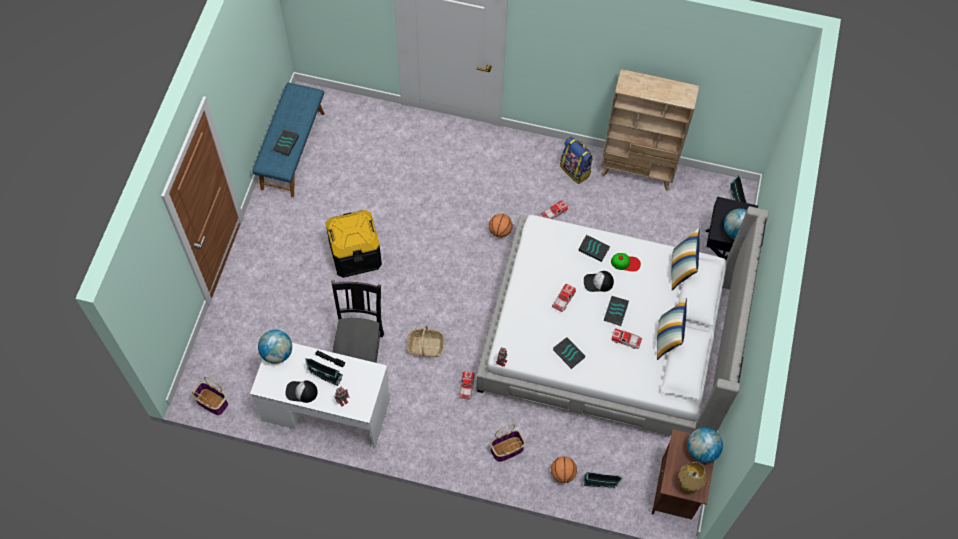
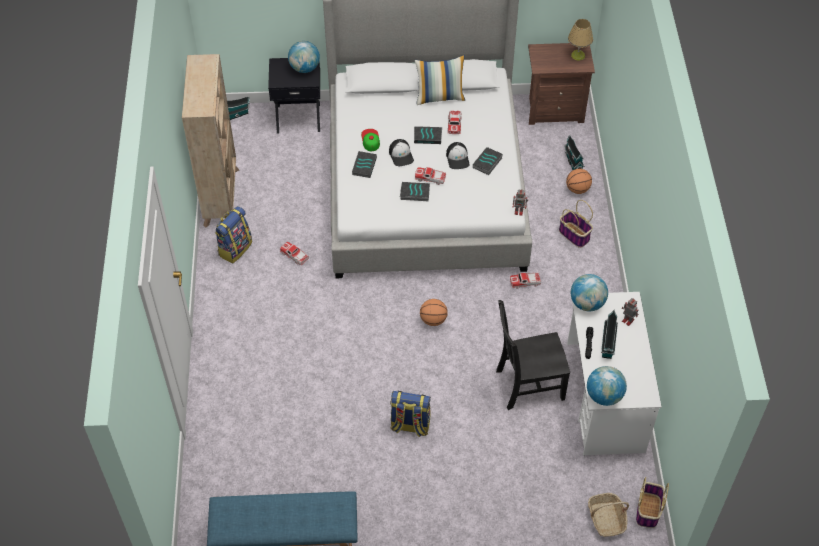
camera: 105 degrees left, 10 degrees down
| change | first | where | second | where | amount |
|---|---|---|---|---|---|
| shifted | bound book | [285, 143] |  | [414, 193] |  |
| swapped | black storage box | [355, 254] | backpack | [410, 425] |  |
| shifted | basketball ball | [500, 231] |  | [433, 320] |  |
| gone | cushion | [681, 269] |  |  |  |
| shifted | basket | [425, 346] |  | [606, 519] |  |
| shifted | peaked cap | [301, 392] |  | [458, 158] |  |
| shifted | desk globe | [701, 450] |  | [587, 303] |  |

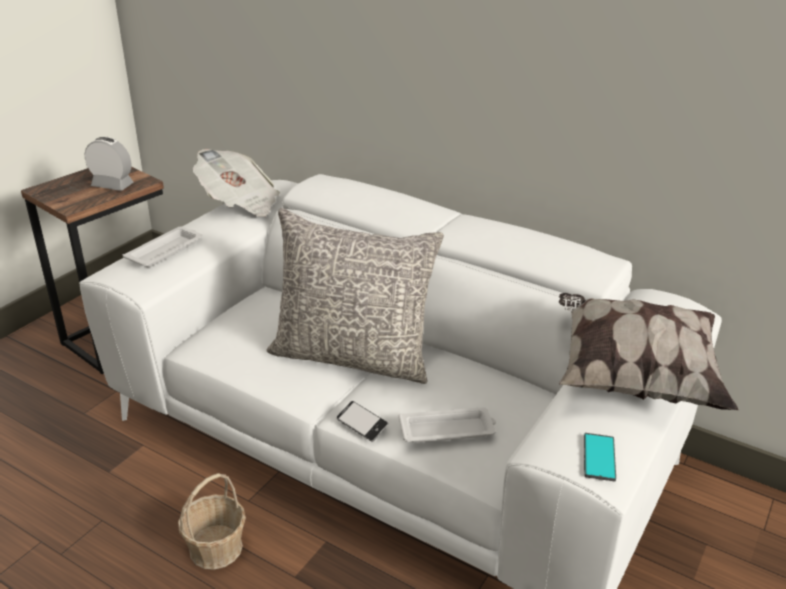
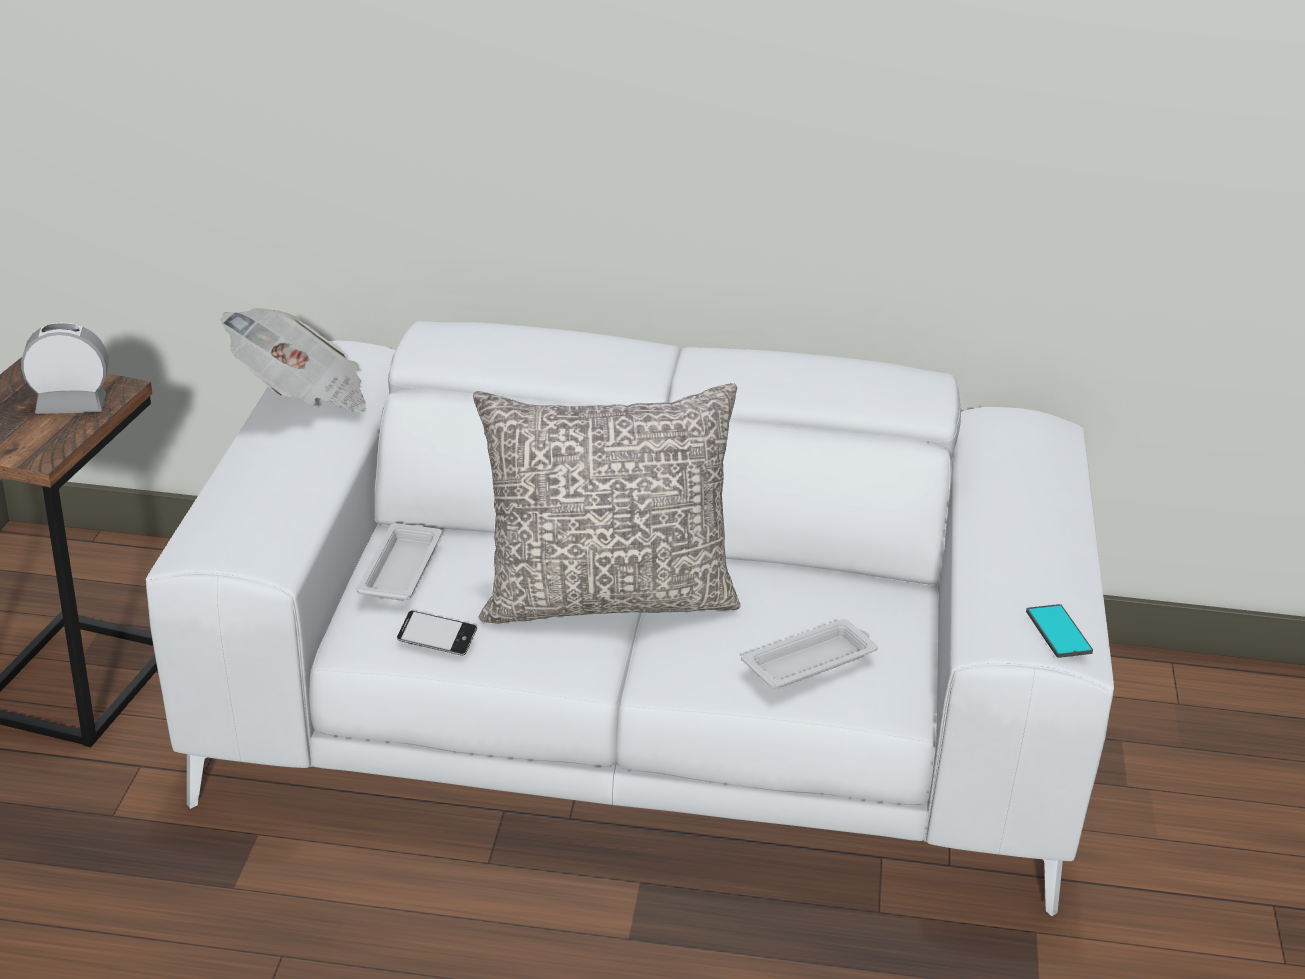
camera: 25 degrees left, 0 degrees up
| change | first | where | second | where | amount |
|---|---|---|---|---|---|
| shifted | white serving tray | [165, 251] |  | [401, 568] |  |
| gone | cushion | [633, 376] |  |  |  |
| shifted | handset | [362, 424] |  | [437, 639] |  |
| gone | basket | [216, 548] |  |  |  |

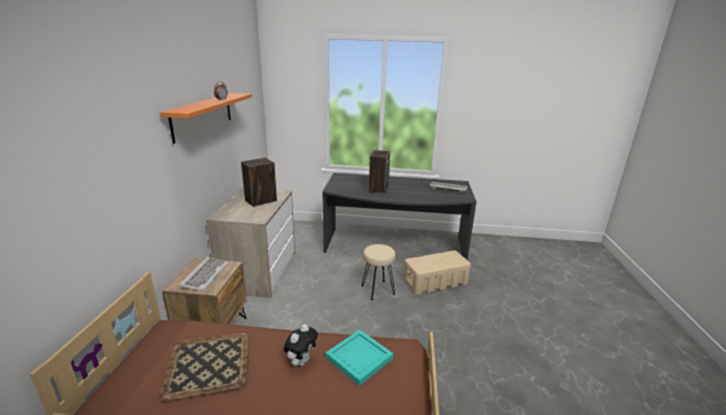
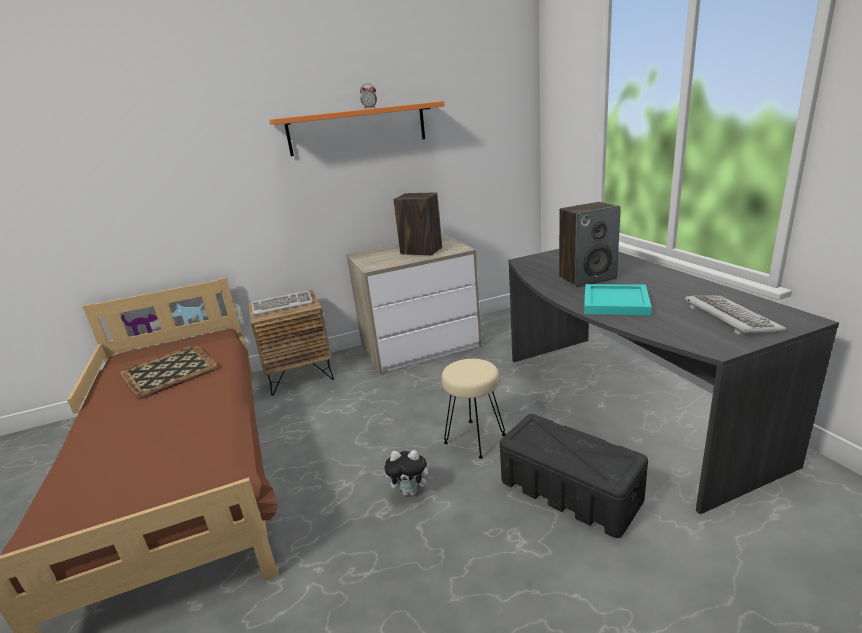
camera: 65 degrees right, 0 degrees up
| change | first | where | second | where | amount |
|---|---|---|---|---|---|
| repainted | sand-coloured storage box | [434, 282] | black storage box | [568, 490] |  |
| shifted | cuddly toy | [301, 361] |  | [411, 491] |  |
| shifted | turquoise serving tray | [359, 357] |  | [616, 302] |  |

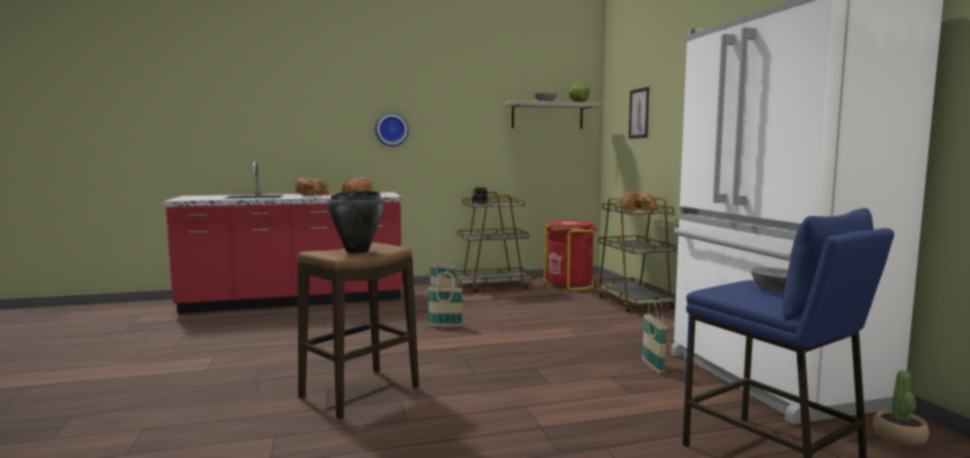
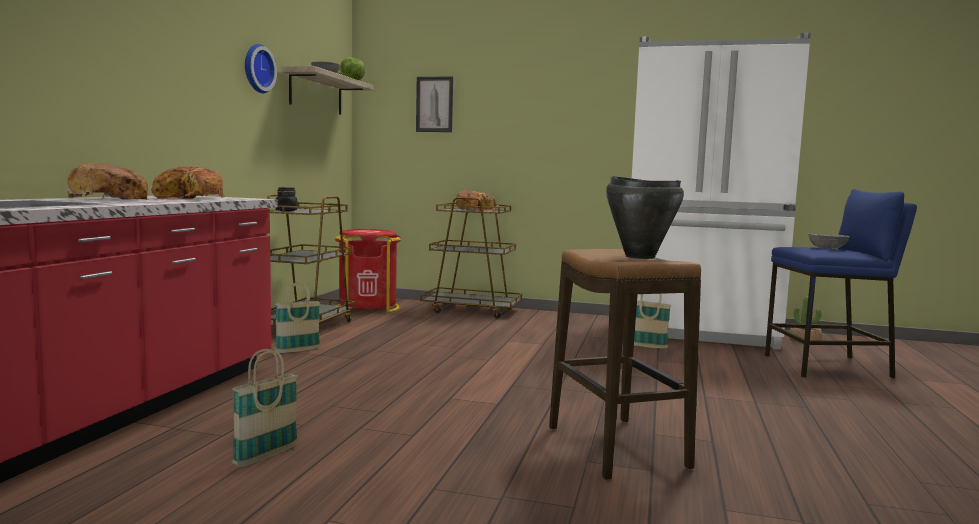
camera: 60 degrees left, 0 degrees up
| change | first | where | second | where | amount |
|---|---|---|---|---|---|
| shifted | clock on the wall | [391, 129] |  | [256, 68] |  |
| shifted | basket | [445, 326] |  | [266, 456] |  |

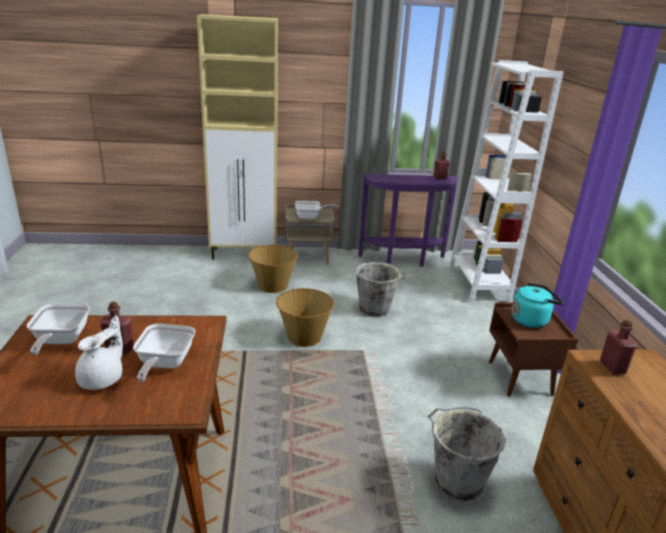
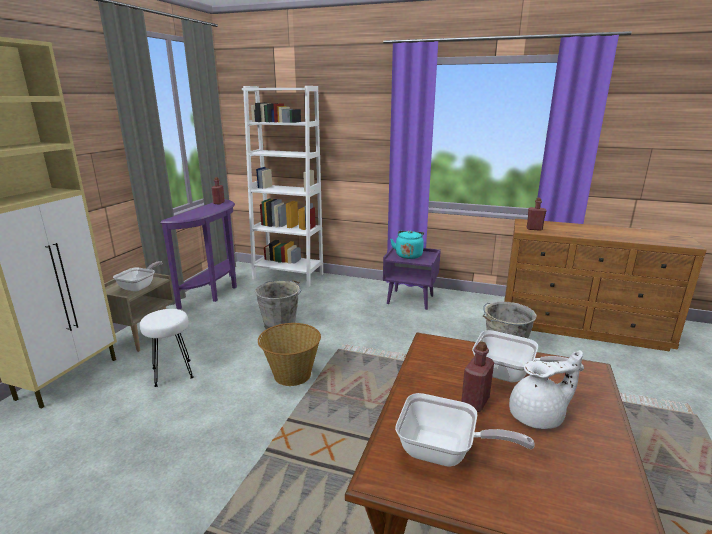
camera: 65 degrees left, 5 degrees down
| change | first | where | second | where | amount |
|---|---|---|---|---|---|
| swapped | basket | [273, 285] | white stool seat | [173, 372] |  |
| repainted | brown-coloured nightstand | [521, 378] | purple-coloured nightstand | [411, 299] |  |
| rotated | white pot for tea | [103, 379] |  | [538, 417] | 120 degrees clockwise |

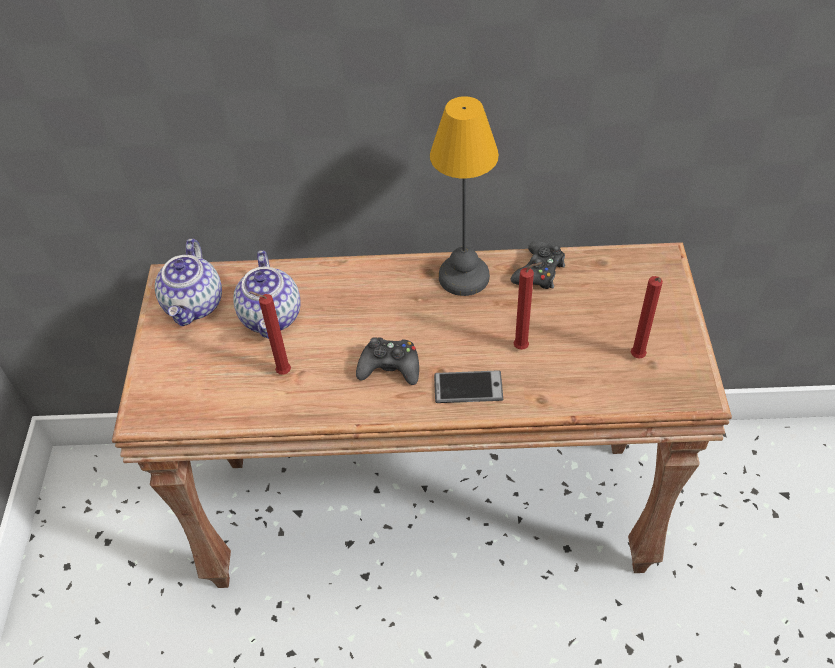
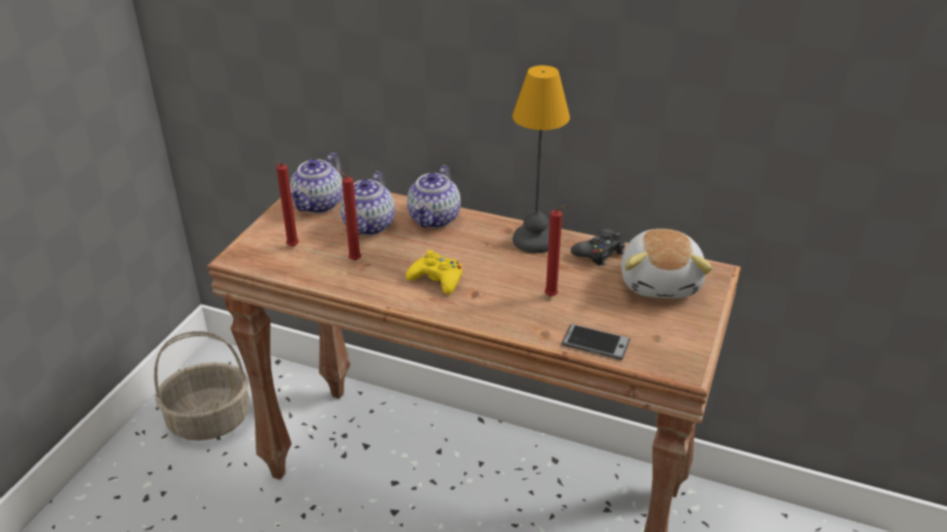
camera: 20 degrees right, 15 degrees down
| change | first | where | second | where | amount |
|---|---|---|---|---|---|
| shifted | red wax candle | [637, 358] |  | [291, 247] |  |
| repainted | black joypad | [390, 367] | yellow joypad | [437, 279] |  |
| shifted | handset | [468, 387] |  | [595, 343] |  |
| new |  |  | pot for tea | [435, 219] |  |
| new |  |  | cuddly toy | [661, 282] |  |
| new |  |  | basket | [210, 419] |  |

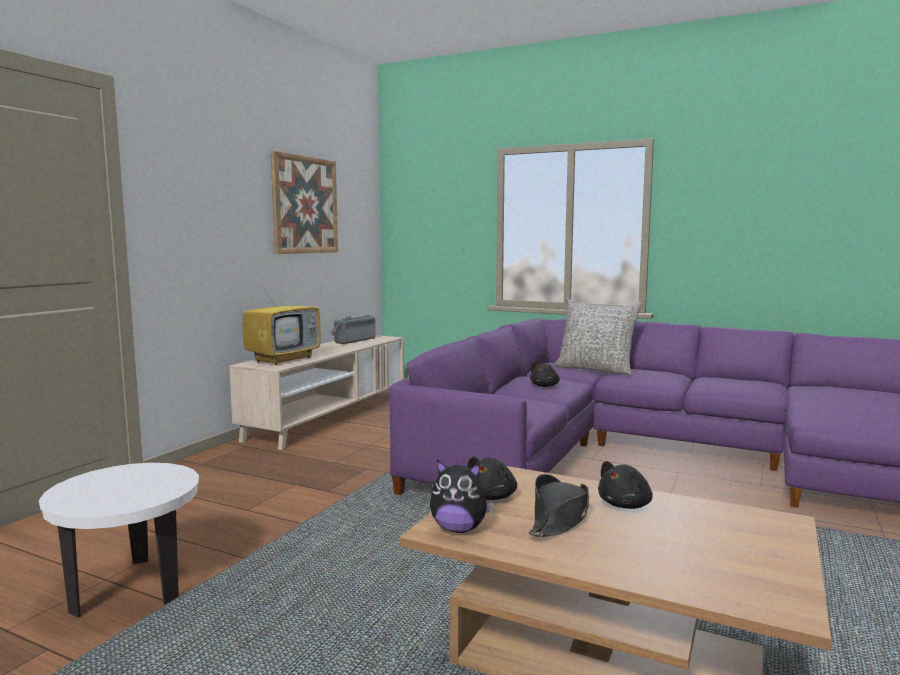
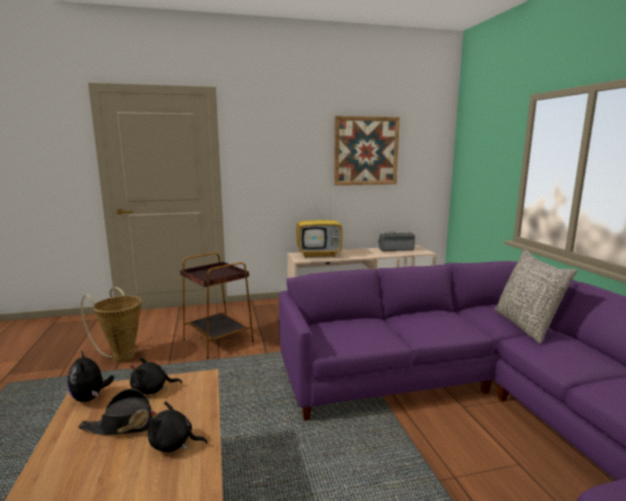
camera: 50 degrees right, 5 degrees up
| change | first | where | second | where | amount |
|---|---|---|---|---|---|
| gone | black cuddly toy | [545, 386] |  |  |  |
| swapped | white side table | [131, 587] | basket | [121, 356] |  |
| new |  |  | brown-coloured side table | [218, 341] |  |

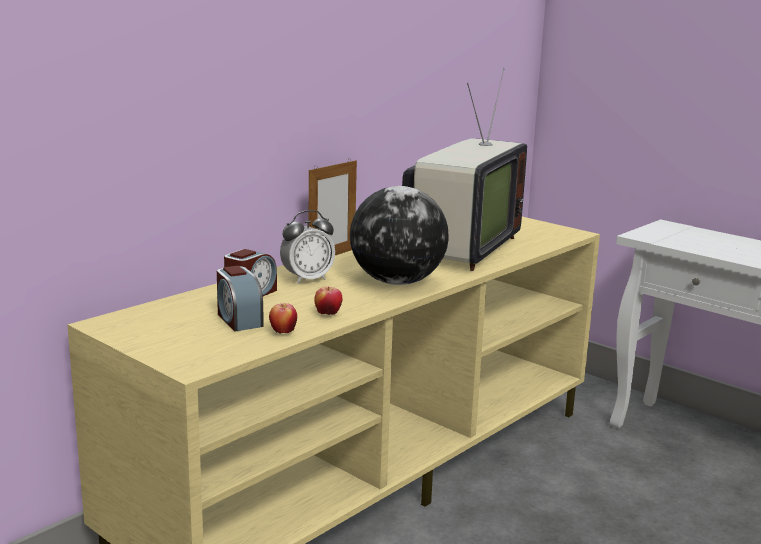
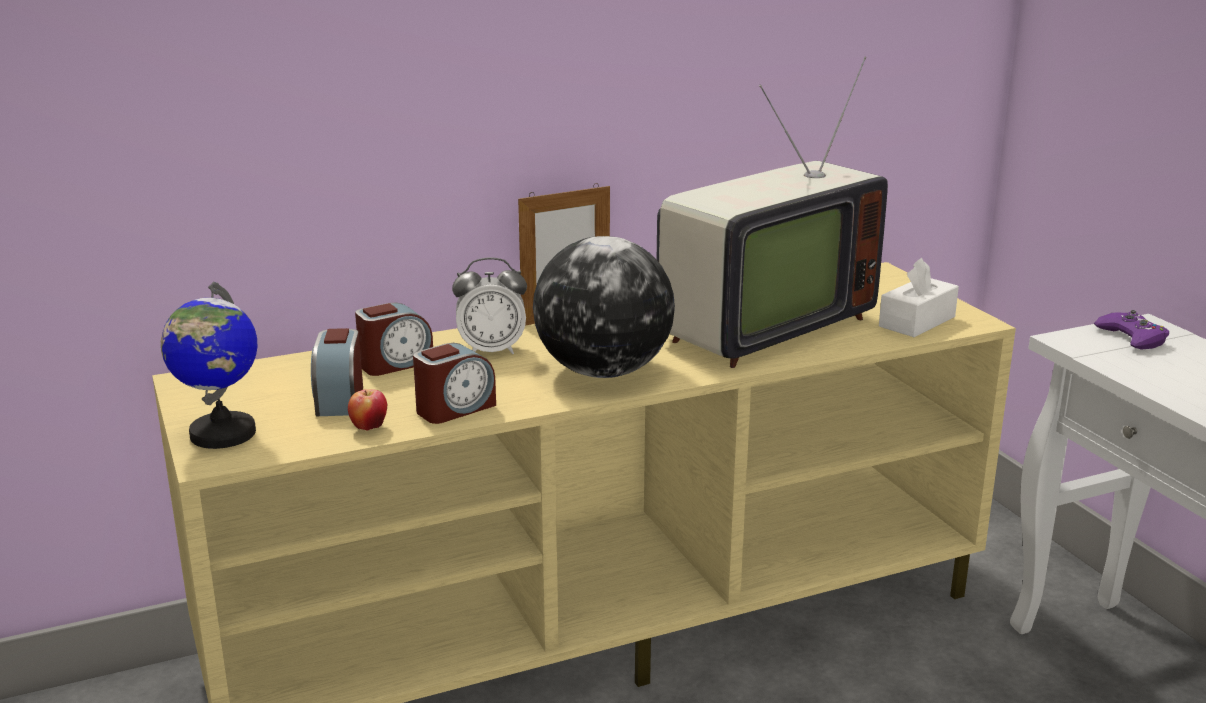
camera: 25 degrees right, 5 degrees up
| change | first | where | second | where | amount |
|---|---|---|---|---|---|
| swapped | whole apple | [328, 314] | table clock | [455, 409] |  |
| new |  |  | white tissue holder | [917, 321] |  |
| new |  |  | desk globe | [222, 434] |  |
| new |  |  | purple-coloured joypad | [1132, 337] |  |

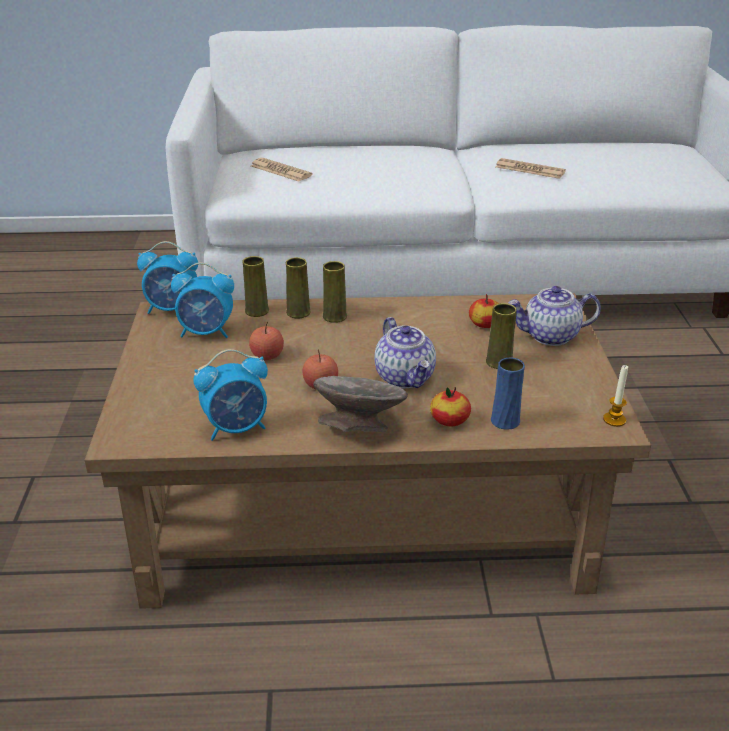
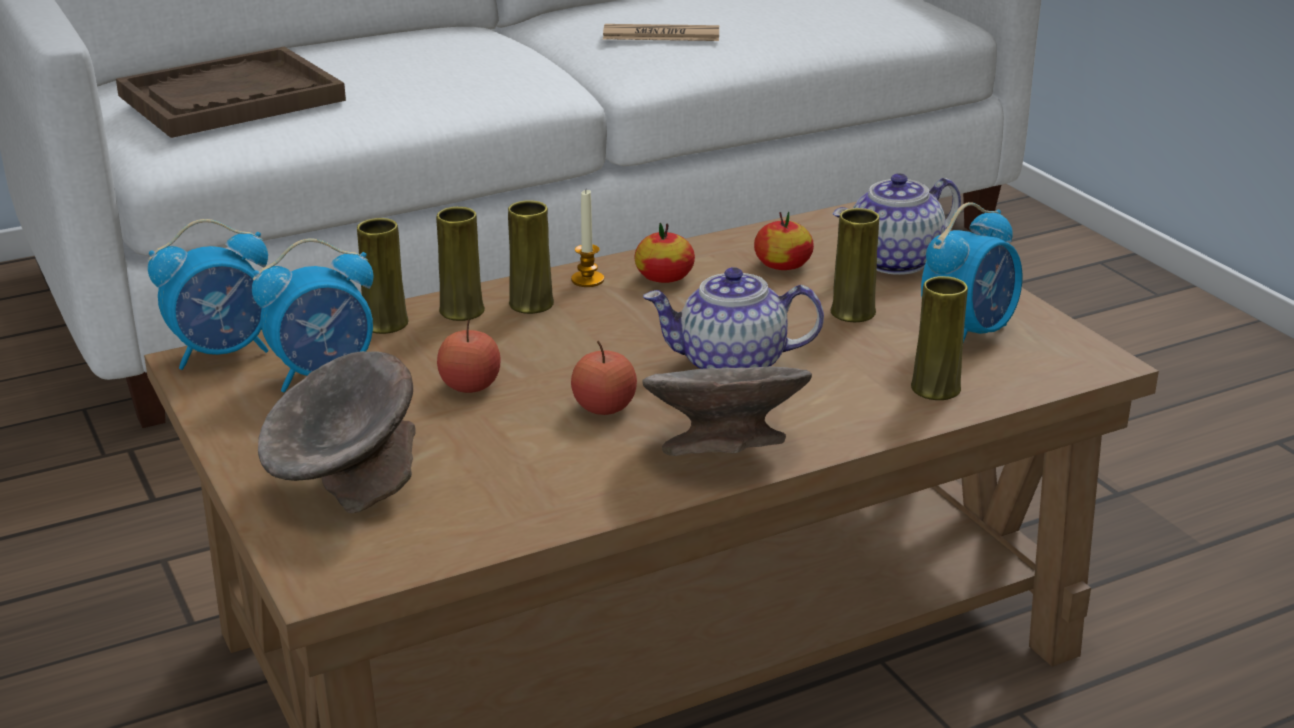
camera: 25 degrees left, 5 degrees down
| change | first | where | second | where | amount |
|---|---|---|---|---|---|
| swapped | newspaper | [280, 171] | brown-coloured serving tray | [231, 98] |  |
| rotated | pot for tea | [405, 377] |  | [731, 365] | 135 degrees clockwise |
| shifted | table clock | [237, 428] |  | [968, 333] |  |
| repainted | blue vase | [505, 421] | yellow vase | [935, 388] |  |
| shifted | wax candle | [614, 420] |  | [587, 280] |  |
| shifted | whole apple | [449, 420] |  | [664, 277] |  |
| new |  |  | greyish bowl | [345, 486] |  |

